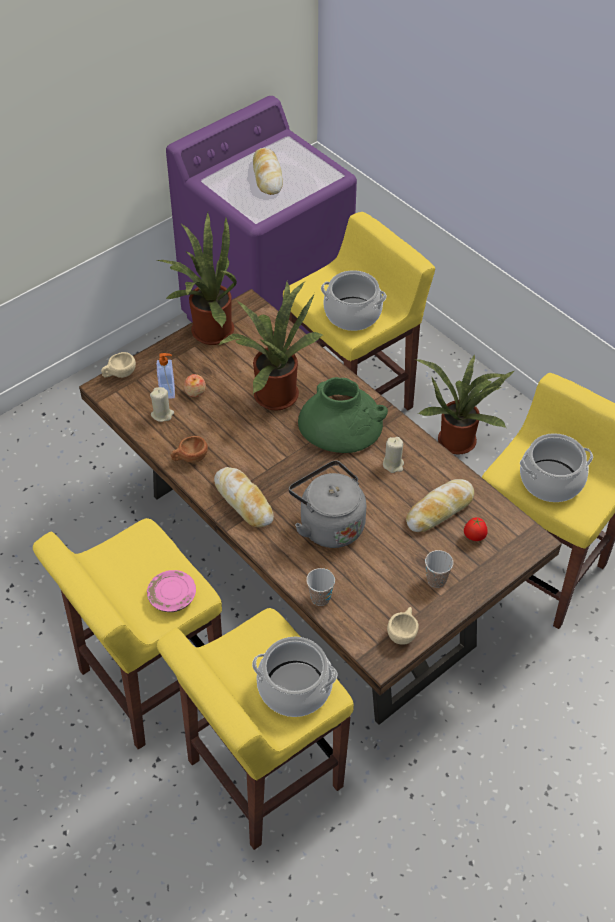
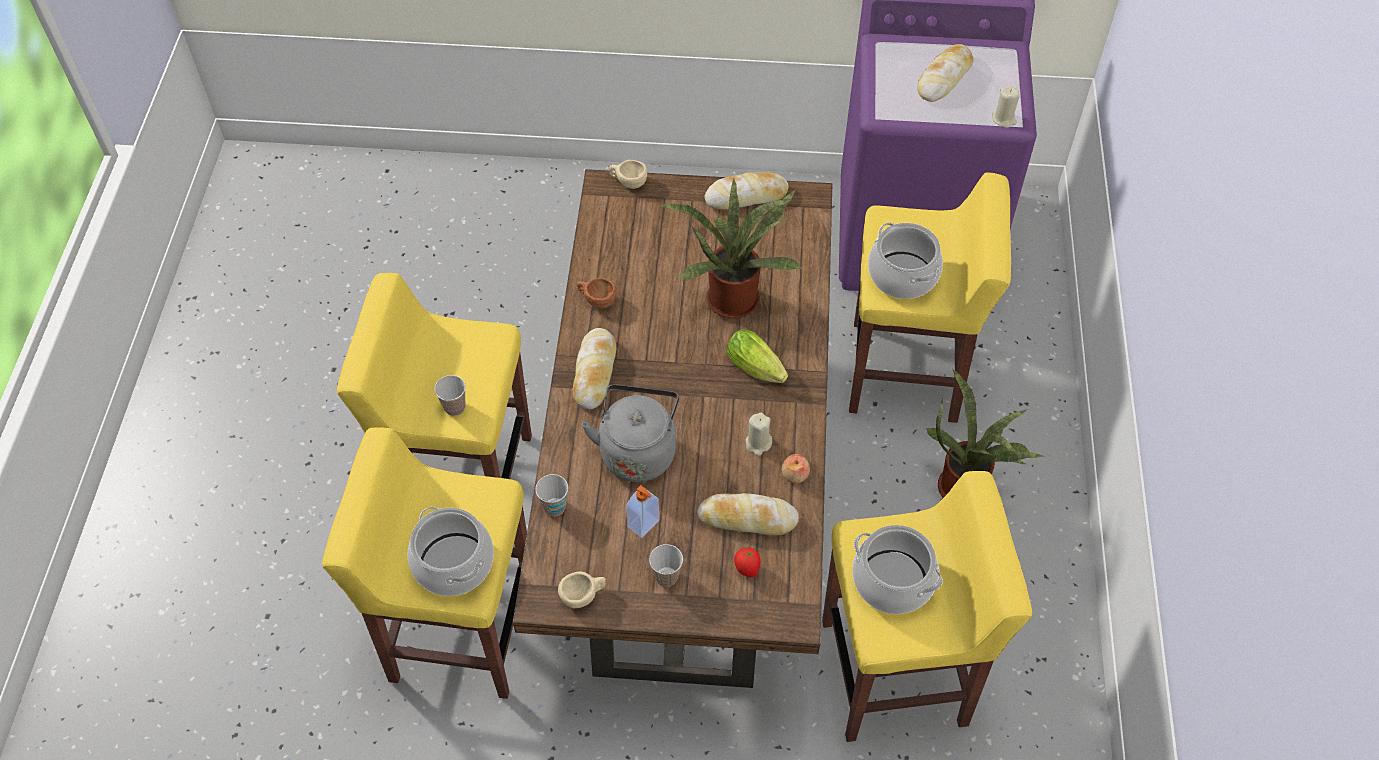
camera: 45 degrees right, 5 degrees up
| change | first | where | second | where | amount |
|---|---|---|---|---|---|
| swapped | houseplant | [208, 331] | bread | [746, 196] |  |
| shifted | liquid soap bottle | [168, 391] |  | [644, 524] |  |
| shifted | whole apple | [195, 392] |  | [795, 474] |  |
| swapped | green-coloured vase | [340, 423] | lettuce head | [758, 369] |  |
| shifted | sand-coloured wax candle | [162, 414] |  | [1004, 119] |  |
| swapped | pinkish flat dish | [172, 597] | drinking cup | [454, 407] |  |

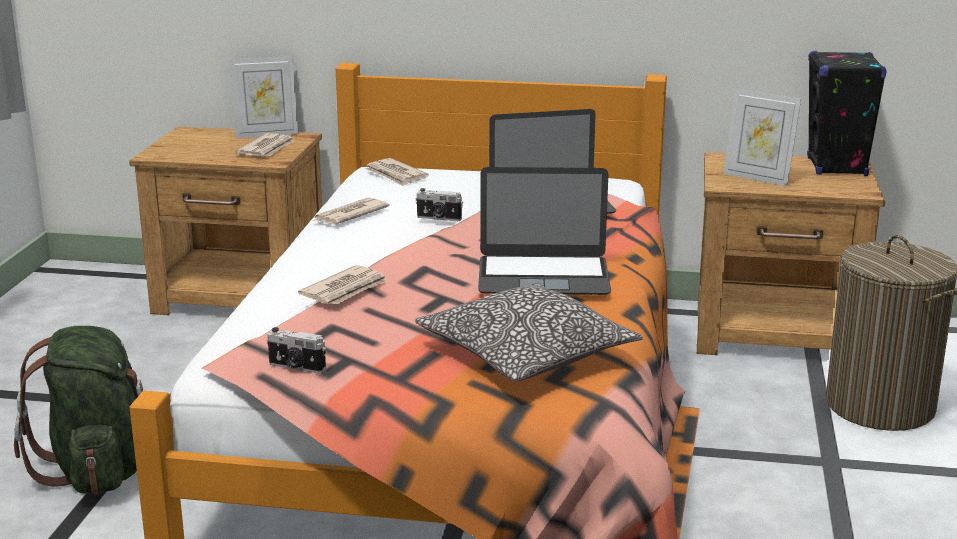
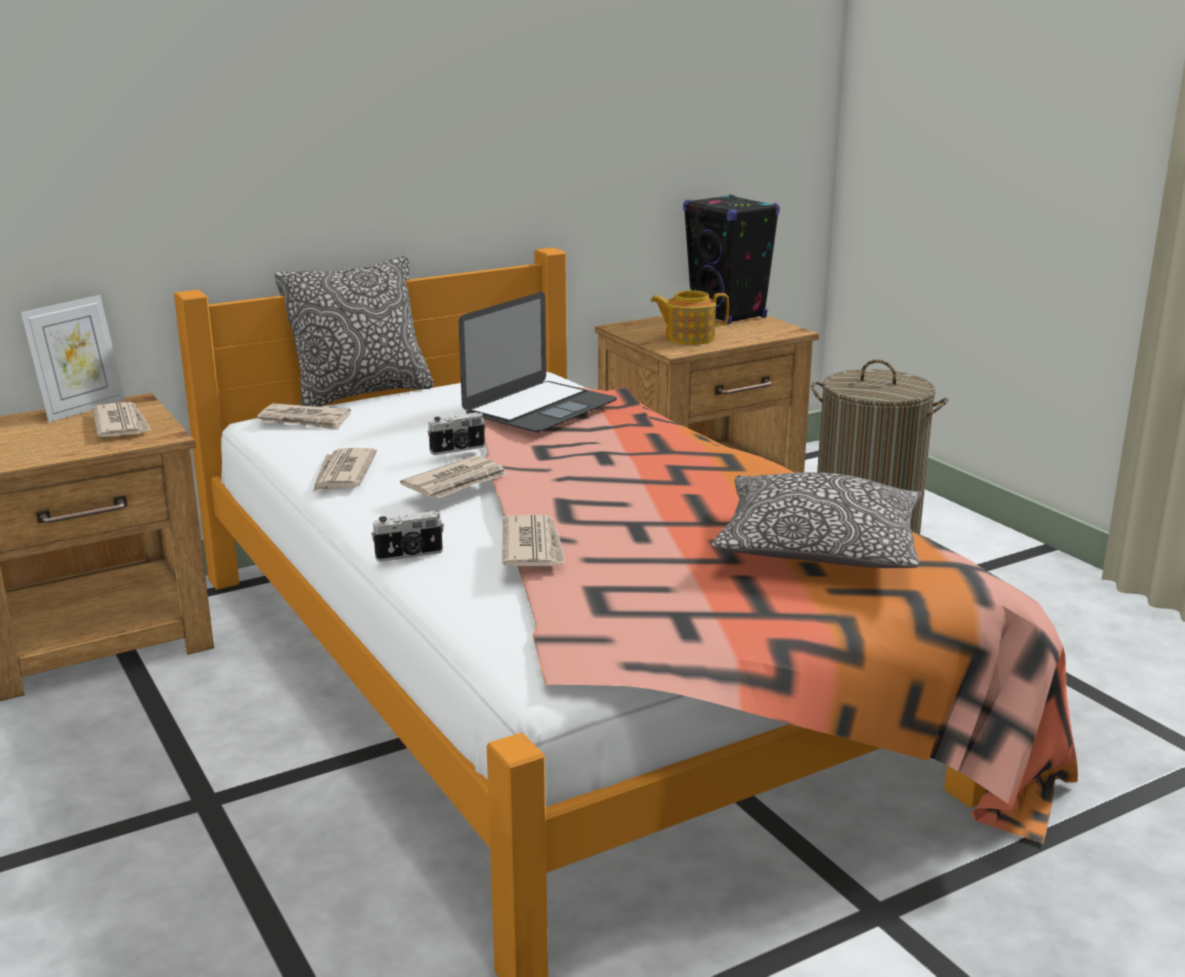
camera: 40 degrees left, 0 degrees up
| change | first | where | second | where | amount |
|---|---|---|---|---|---|
| swapped | picture frame | [757, 178] | pot for tea | [689, 338] |  |
| gone | portable computer | [543, 275] |  |  |  |
| gone | green-coloured backpack | [99, 470] |  |  |  |
| shifted | still camera | [296, 367] |  | [409, 555] |  |
| new |  |  | cushion | [361, 394] |  |
| new |  |  | newspaper | [457, 482] |  |

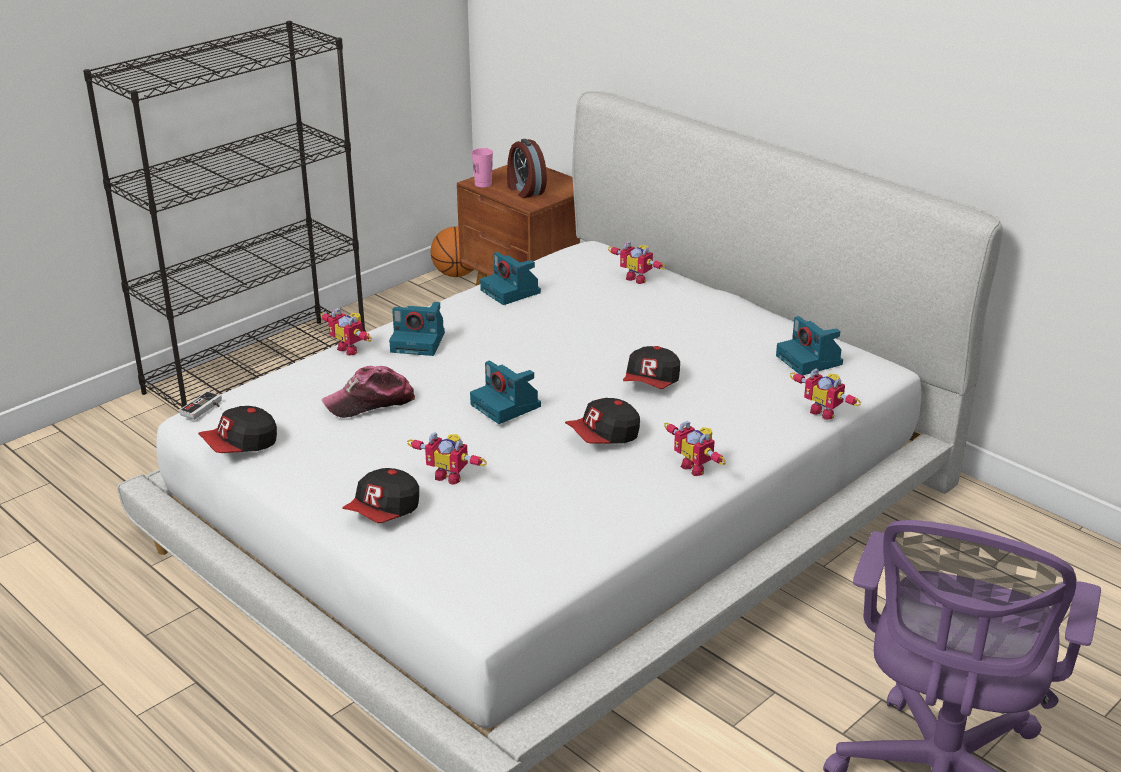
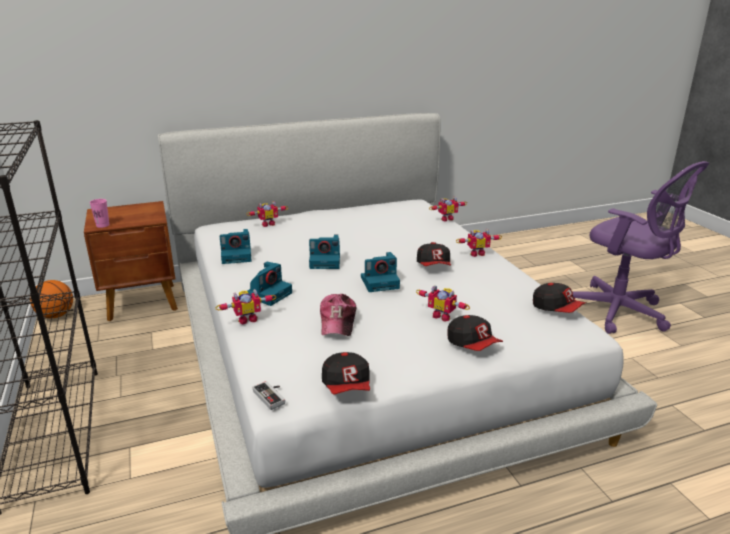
camera: 65 degrees left, 5 degrees down
| change | first | where | second | where | amount |
|---|---|---|---|---|---|
| gone | table clock | [525, 190] |  |  |  |
| shifted | still camera | [810, 360] |  | [326, 261] |  |
| shifted | peaked cap | [651, 383] |  | [557, 309] |  |
| rotated | robot figure | [450, 476] |  | [442, 316] | 75 degrees clockwise |

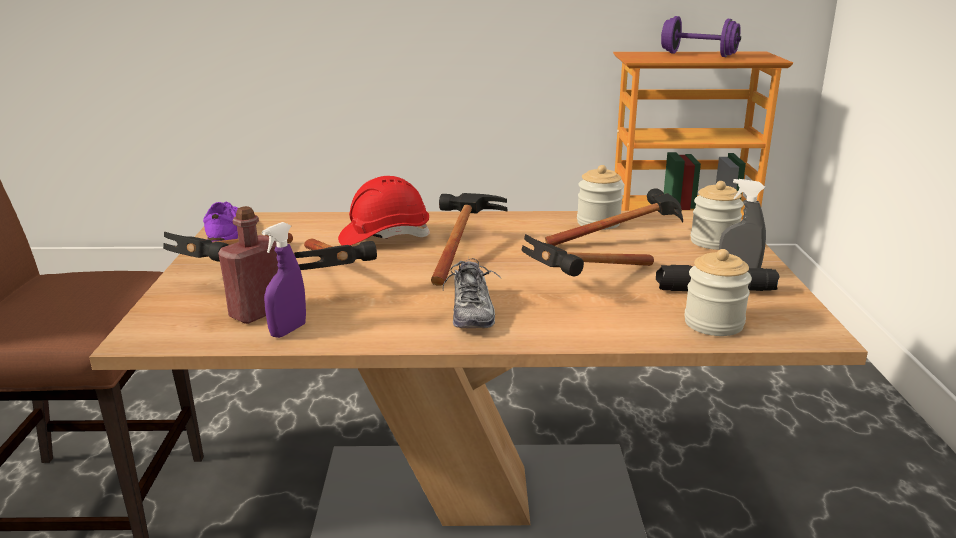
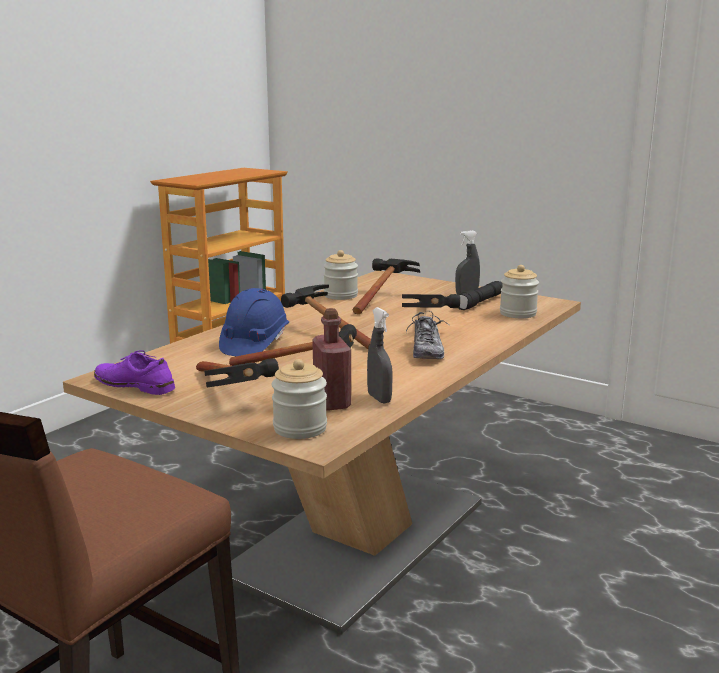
camera: 55 degrees left, 5 degrees down
| change | first | where | second | where | amount |
|---|---|---|---|---|---|
| gone | purple-coloured hand weight | [698, 55] |  |  |  |
| repainted | red safety helmet | [384, 237] | blue safety helmet | [254, 344] |  |
| shifted | preserve jar | [713, 242] |  | [300, 428] |  |
| repainted | purple-coloured sprayer | [288, 330] | greyish sprayer | [379, 398] |  |
| rotated | shoe | [471, 312] |  | [426, 351] | 60 degrees clockwise |

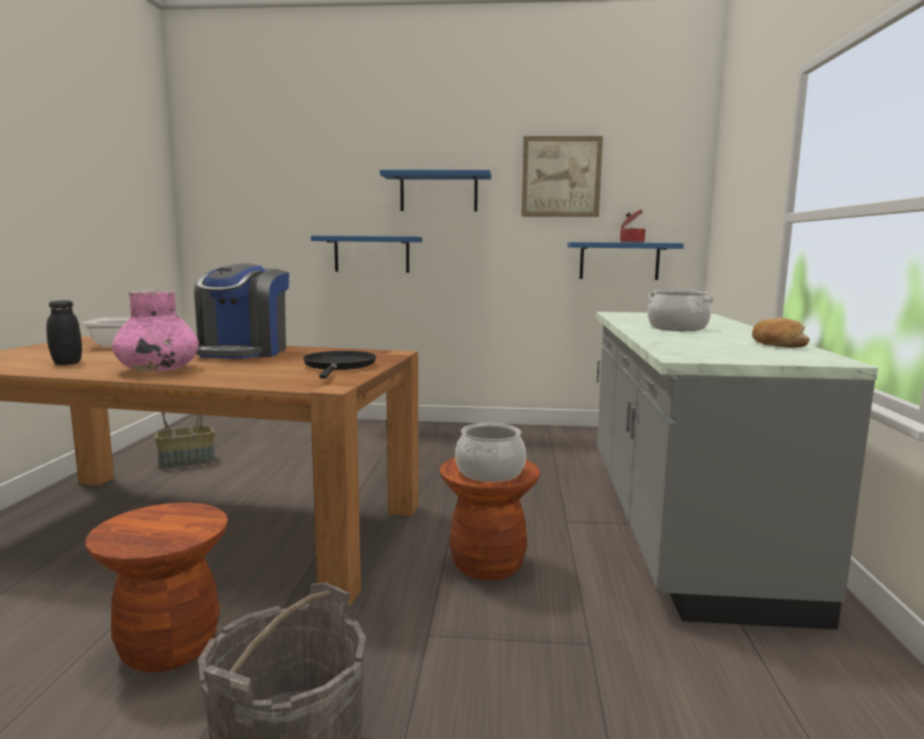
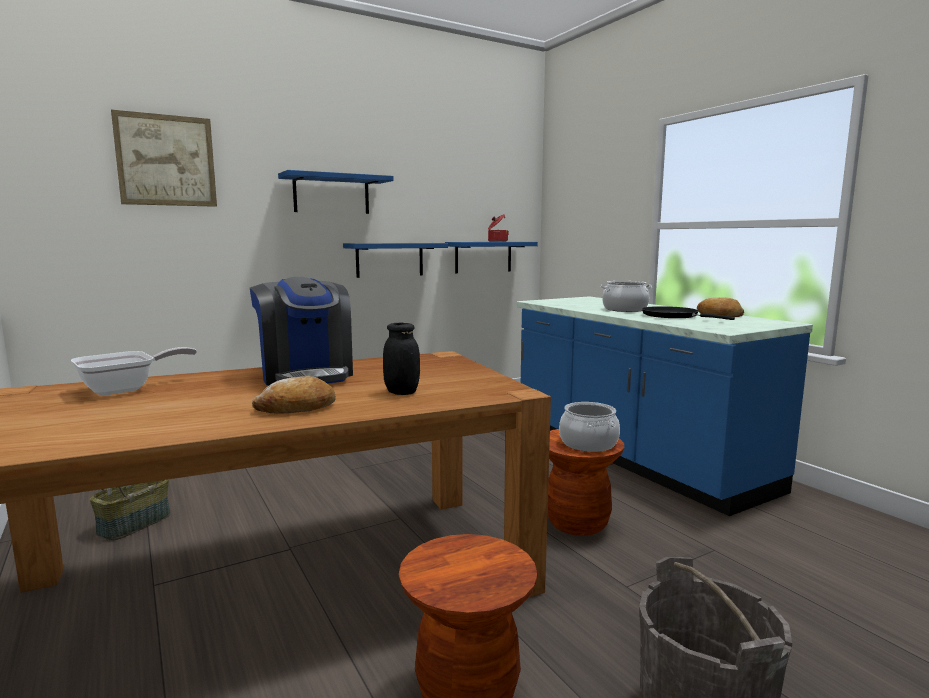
camera: 35 degrees left, 0 degrees up
| change | first | where | second | where | amount |
|---|---|---|---|---|---|
| shifted | wall art | [561, 177] |  | [166, 160] |  |
| shifted | blue bracket shelf | [371, 254] |  | [390, 259] |  |
| swapped | pinkish vase | [157, 370] | bread | [297, 408] |  |
| shifted | black preserve jar | [67, 363] |  | [401, 392] |  |
| repainted | greyish kitchen counter | [680, 524] | blue kitchen counter | [633, 456] |  |
| shifted | black pan | [339, 366] |  | [673, 316] |  |

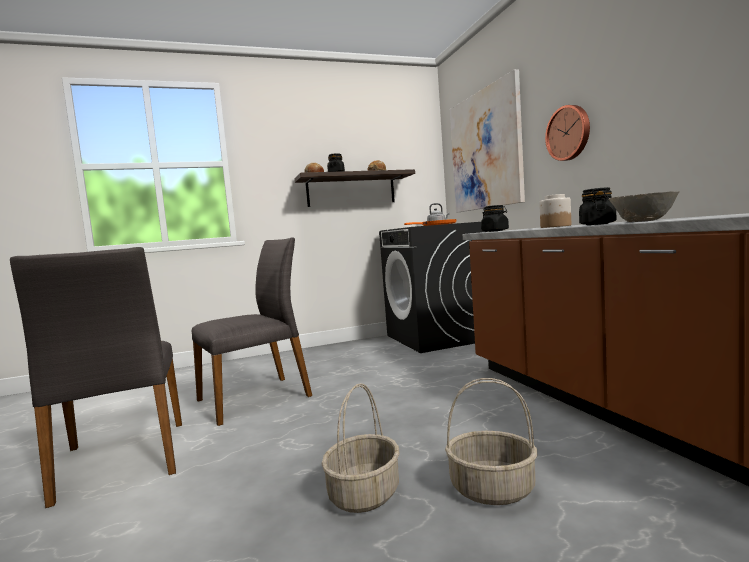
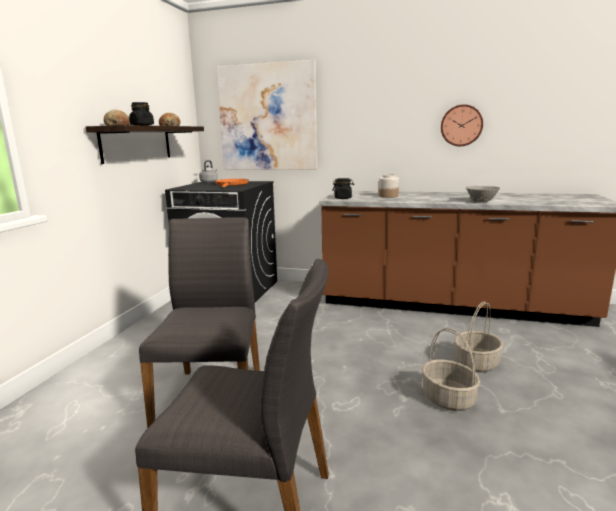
camera: 55 degrees left, 10 degrees up
| change | first | where | second | where | amount |
|---|---|---|---|---|---|
| shifted | clock on the wall | [569, 133] |  | [461, 125] |  |
| gone | black preserve jar | [597, 224] |  |  |  |

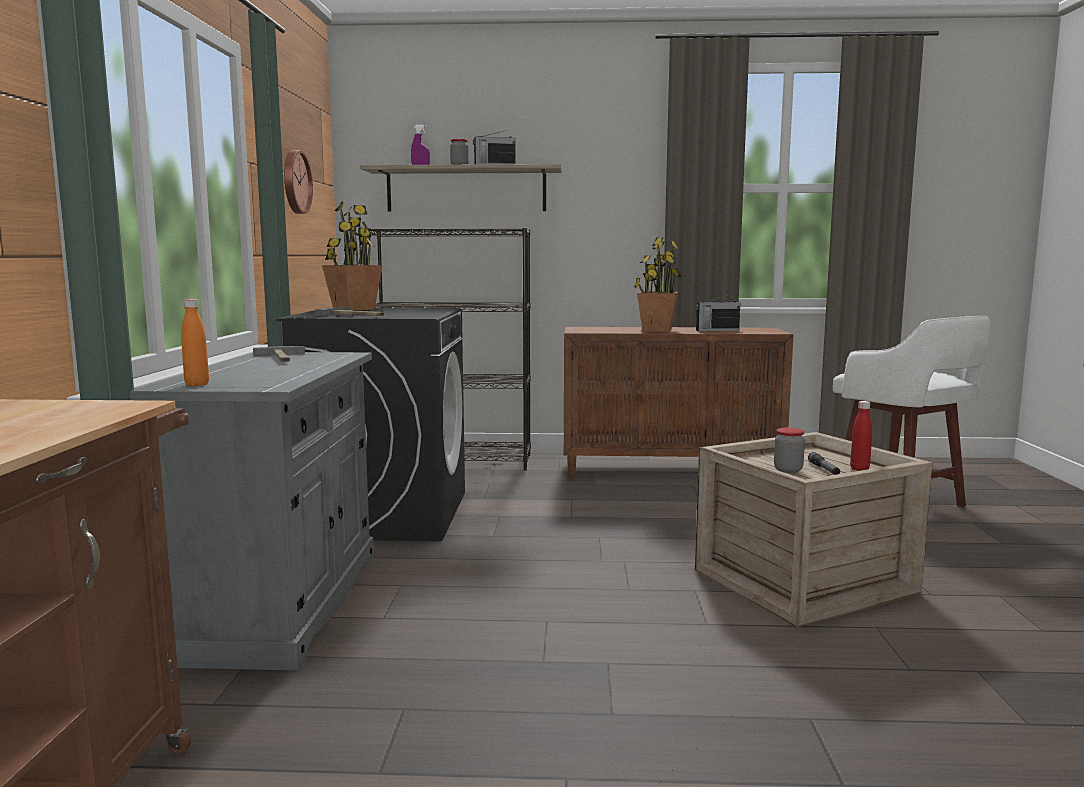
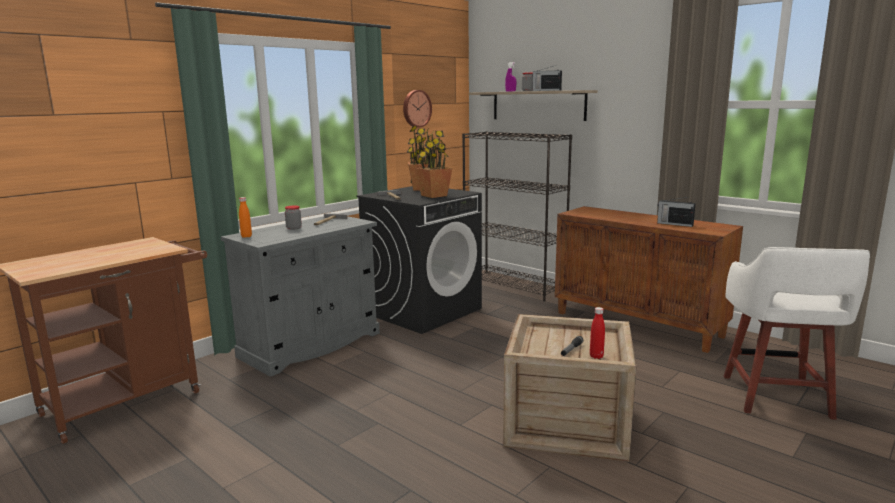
camera: 40 degrees right, 5 degrees up
| change | first | where | second | where | amount |
|---|---|---|---|---|---|
| shifted | houseplant | [656, 330] |  | [433, 195] |  |
| shifted | preserve jar | [788, 470] |  | [294, 228] |  |

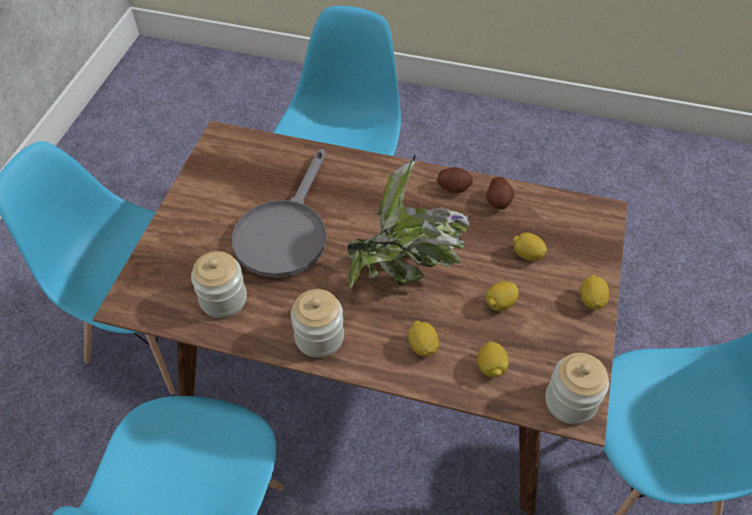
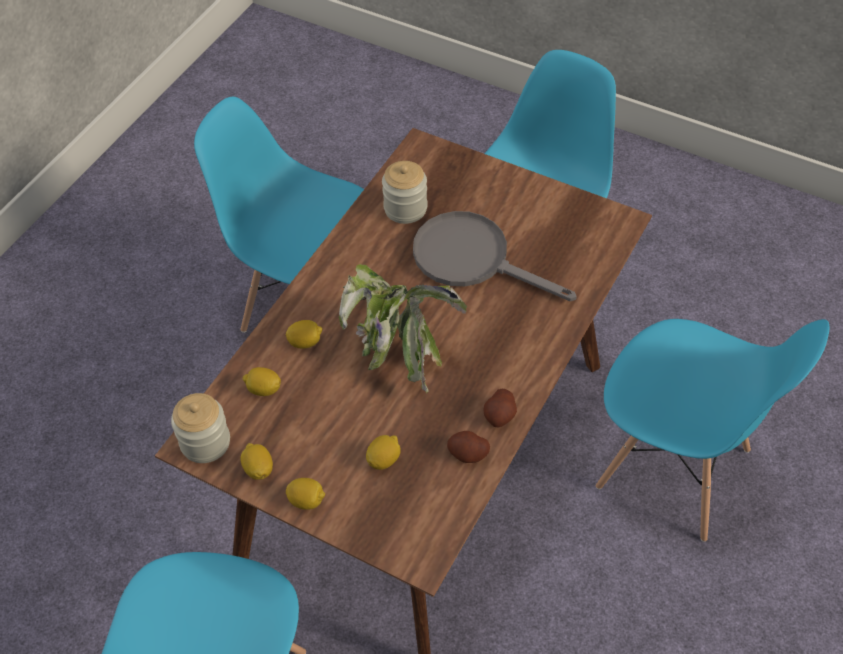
camera: 105 degrees right, 0 degrees up
| change | first | where | second | where | amount |
|---|---|---|---|---|---|
| shifted | lemon | [500, 303] |  | [258, 469] |  |
| gone | preserve jar | [319, 337] |  |  |  |

